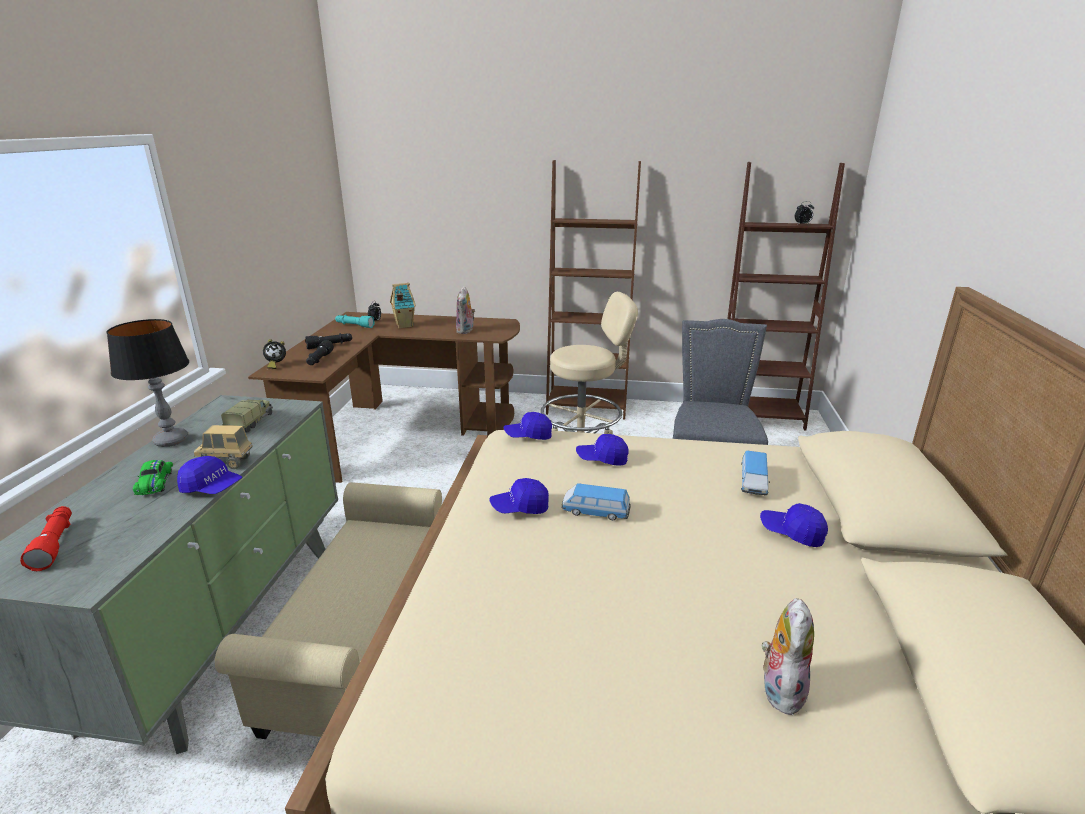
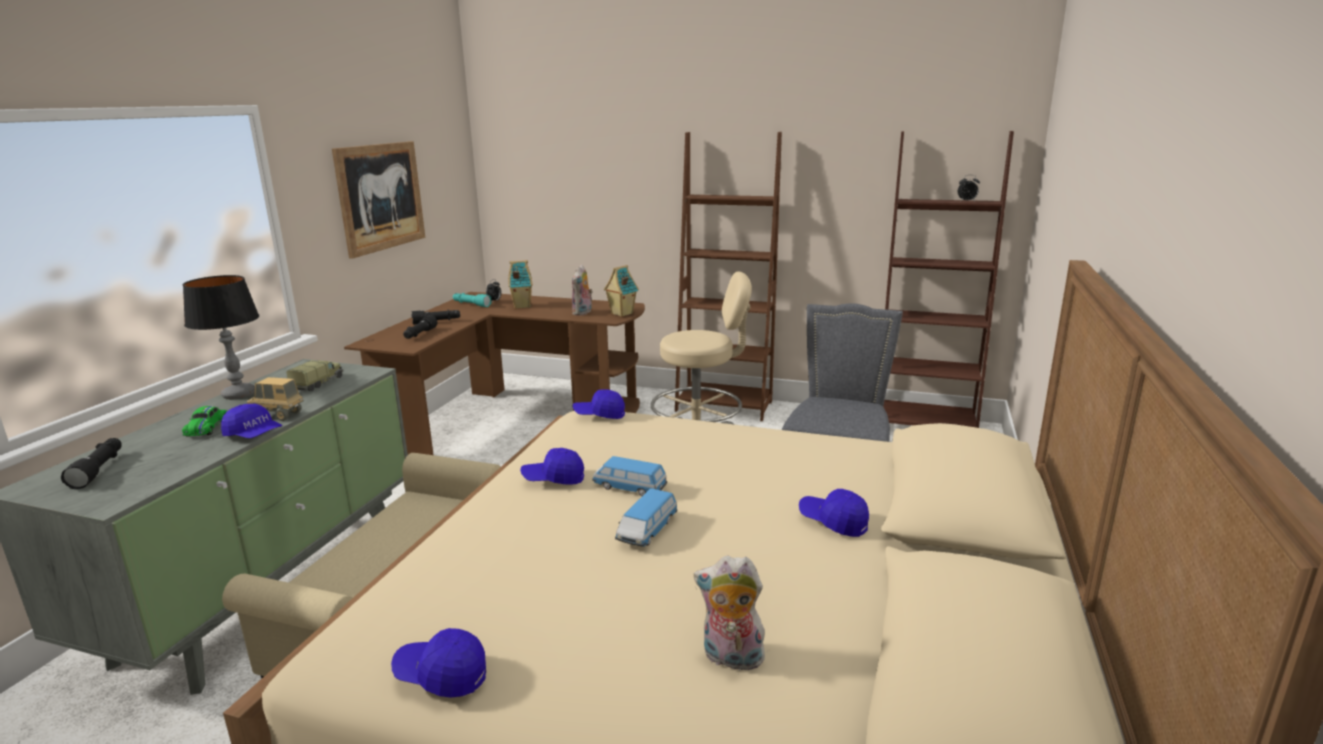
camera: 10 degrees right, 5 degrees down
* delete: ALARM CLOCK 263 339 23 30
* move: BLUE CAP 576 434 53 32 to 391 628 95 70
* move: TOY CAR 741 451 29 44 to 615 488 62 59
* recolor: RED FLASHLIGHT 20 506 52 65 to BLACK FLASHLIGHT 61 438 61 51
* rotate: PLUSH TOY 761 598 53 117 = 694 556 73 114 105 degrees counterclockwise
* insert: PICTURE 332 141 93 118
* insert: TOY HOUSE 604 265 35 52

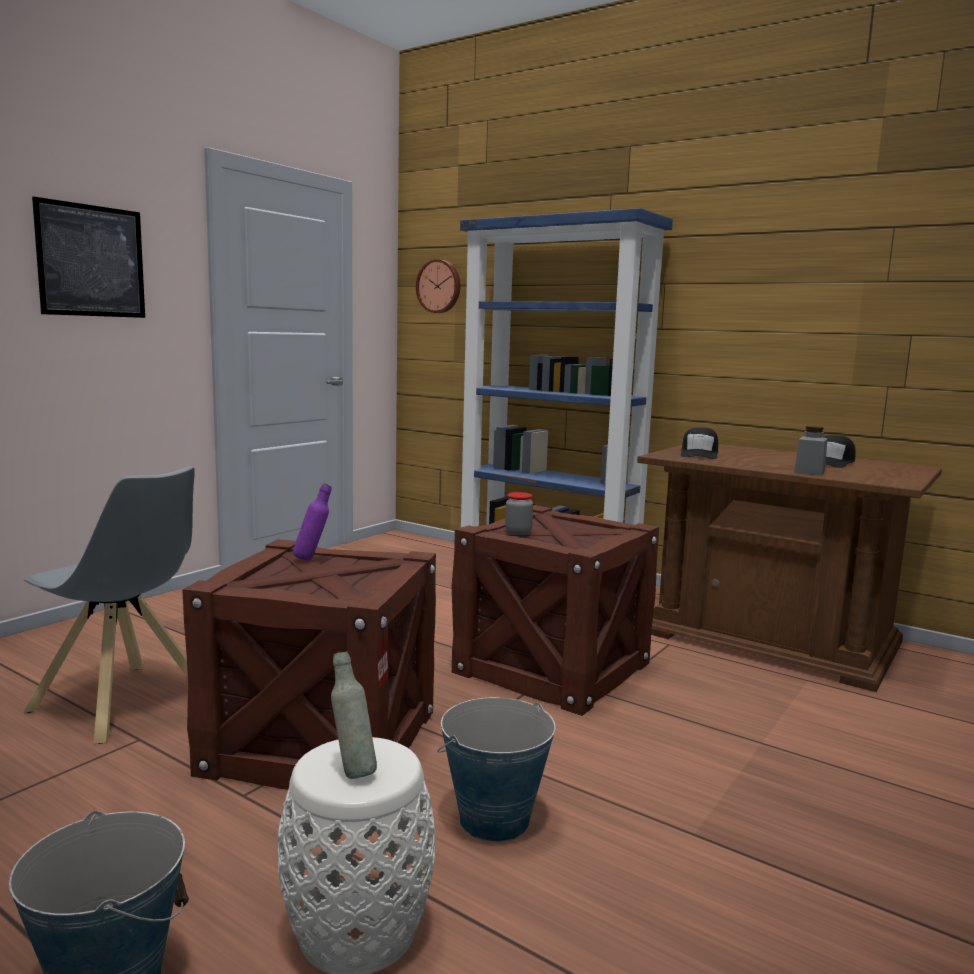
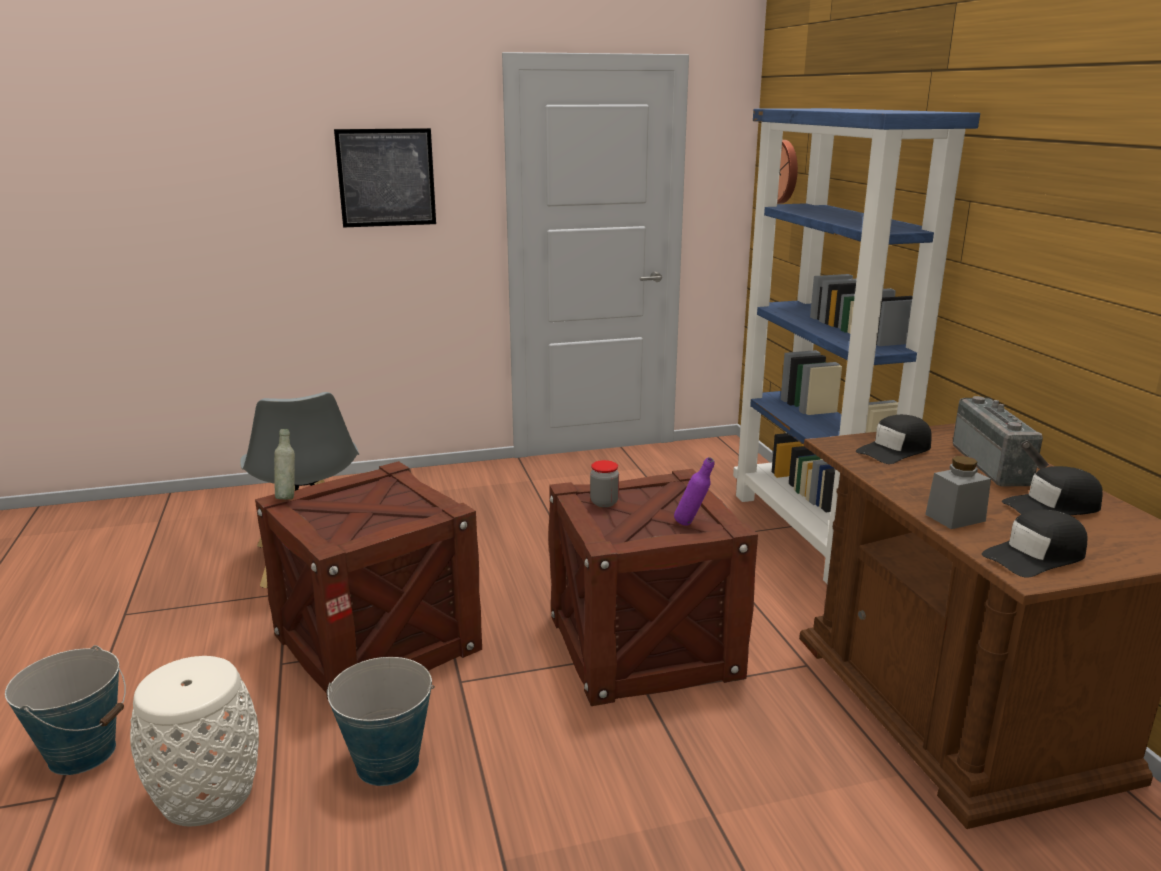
camera: 40 degrees right, 10 degrees up
* move: PURPLE BOTTLE 293 483 38 78 to 674 457 41 69
* move: GREY BOTTLE 331 651 46 128 to 274 429 21 70
* insert: RADIO 953 396 96 90
* insert: BLACK CAP 982 510 105 68

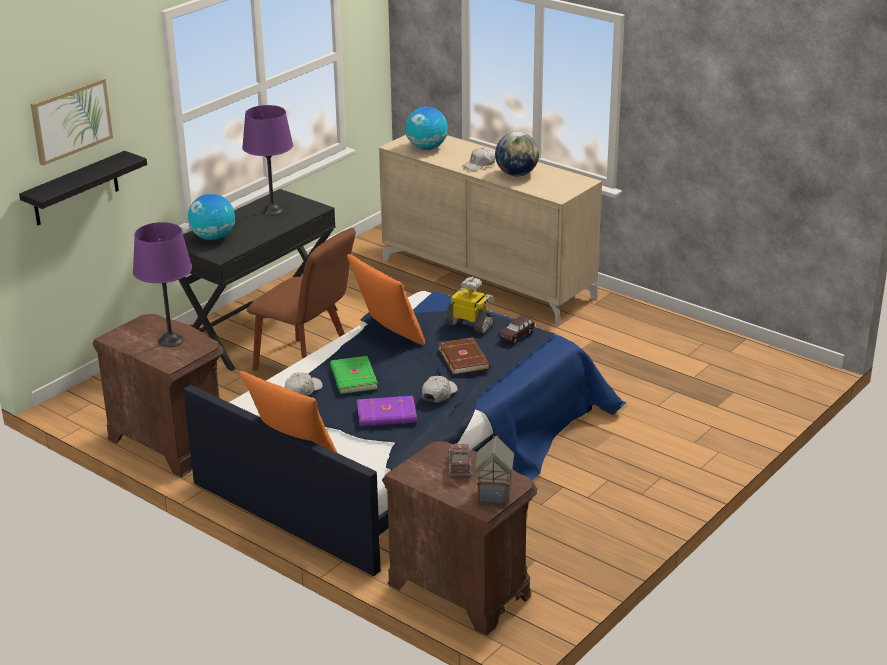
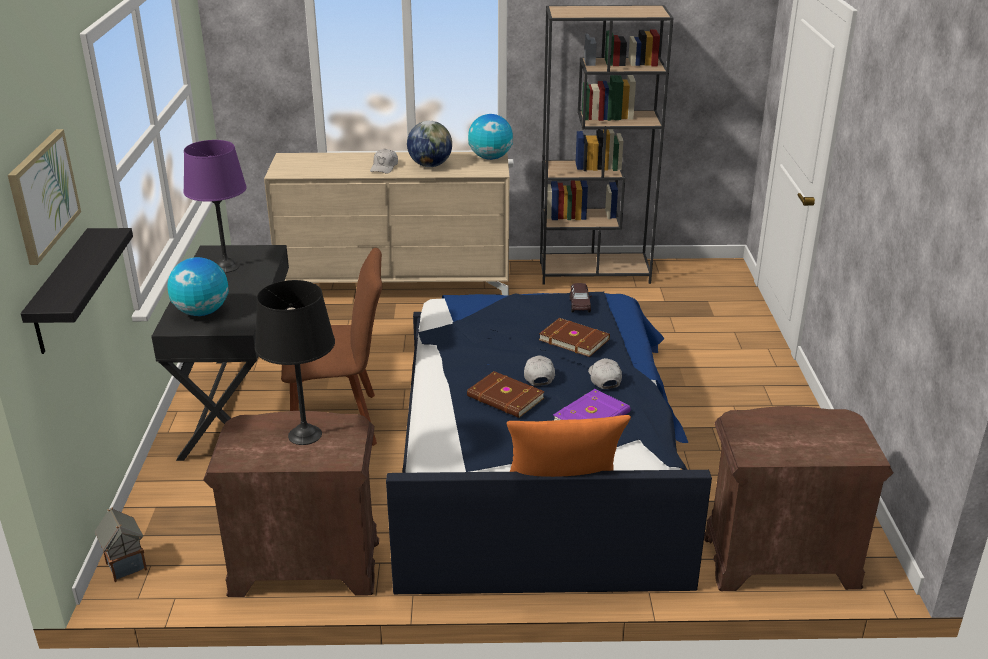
camera: 40 degrees left, 0 degrees up
* move: GLOBE 405 107 43 43 to 468 114 45 46
* recolor: PURPLE TABLE LAMP 133 222 59 125 to BLACK TABLE LAMP 255 280 80 165
* delete: ORANGE PILLOW 347 254 78 91
* delete: TOY ROBOT 444 277 50 56
* recolor: GREEN BOOK 330 356 48 38 to BROWN BOOK 467 371 78 47
* move: WHITE CAP 285 372 38 24 to 524 355 31 31
* move: TOY HOUSE 475 436 39 69 to 94 508 53 74
* delete: TOY TRUCK 448 443 24 33
* insert: BOOKCASE 540 5 134 279

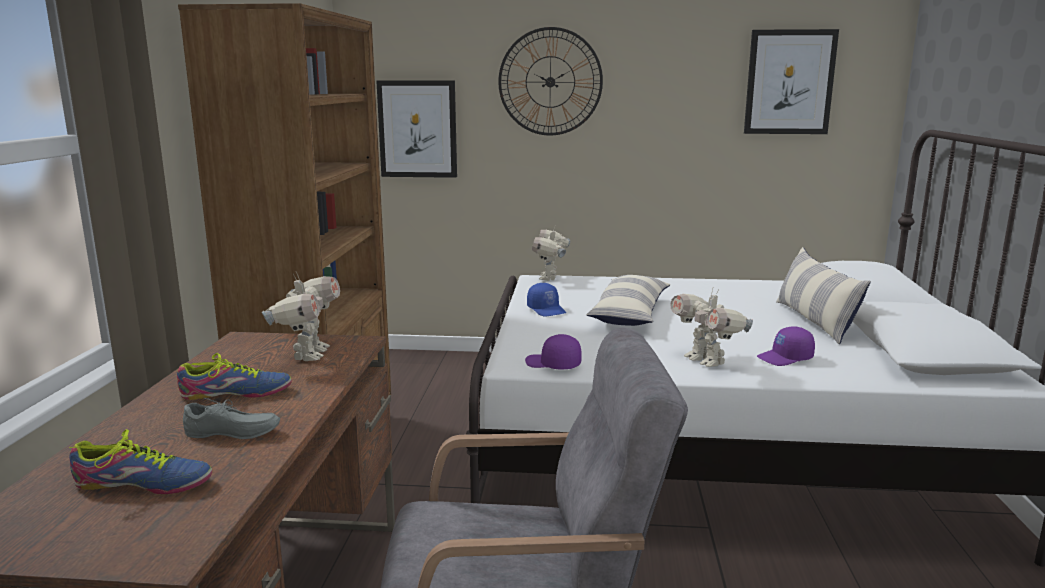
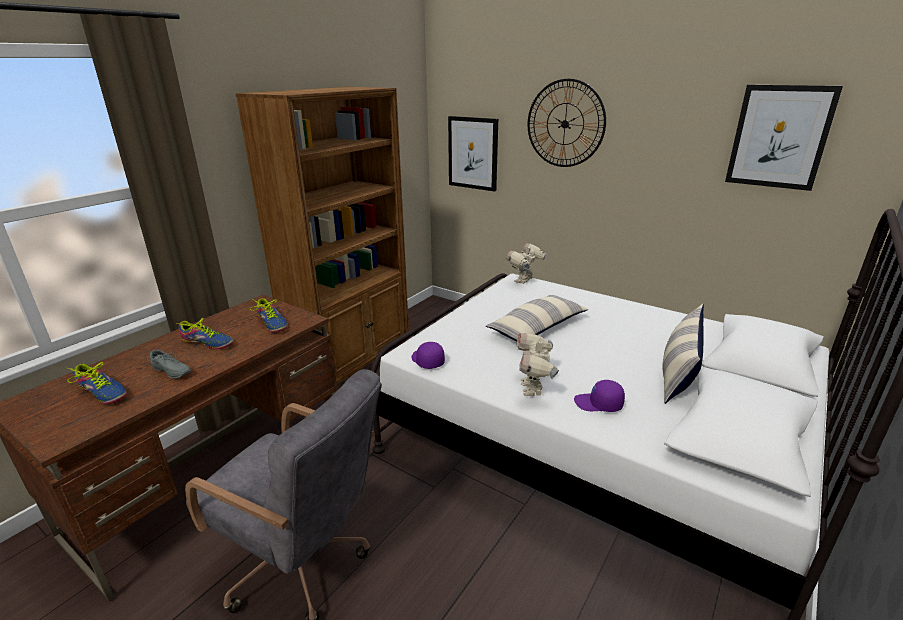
camera: 30 degrees right, 10 degrees up
* replace: TOY ROBOT 262 272 78 89 to SHOE 250 298 37 35
* delete: BLUE CAP 527 283 39 33

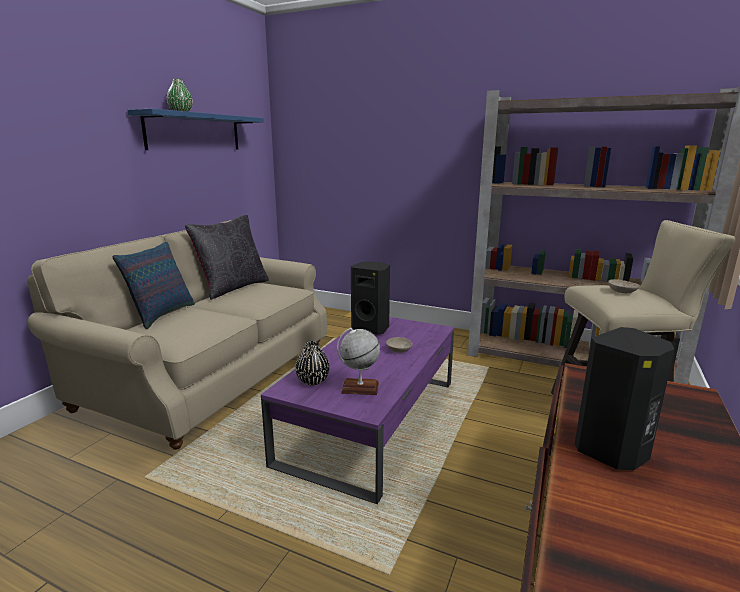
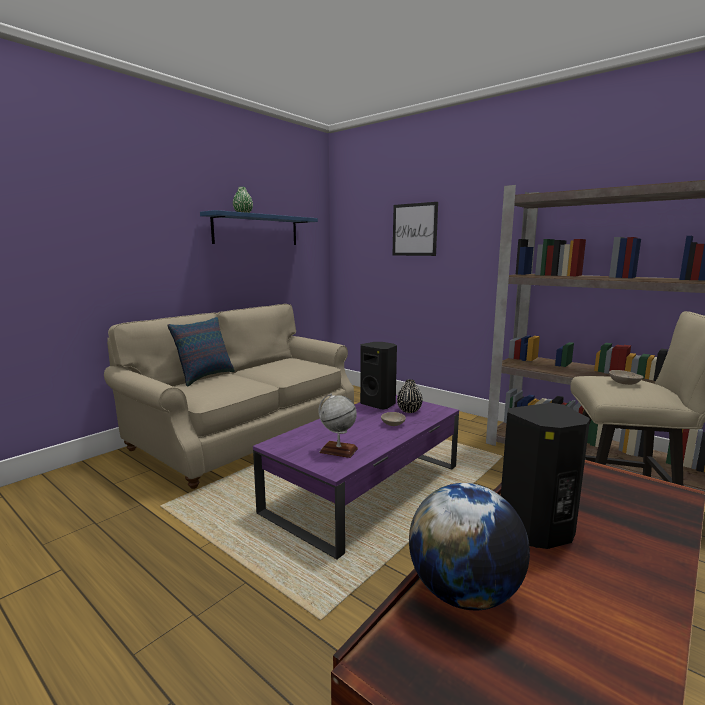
camera: 15 degrees right, 5 degrees down
* delete: BLACK PILLOW 185 215 84 85
* move: BLACK VASE 295 341 34 45 to 397 379 26 34
* insert: PICTURE 393 202 45 54
* insert: GLOBE 409 483 121 127

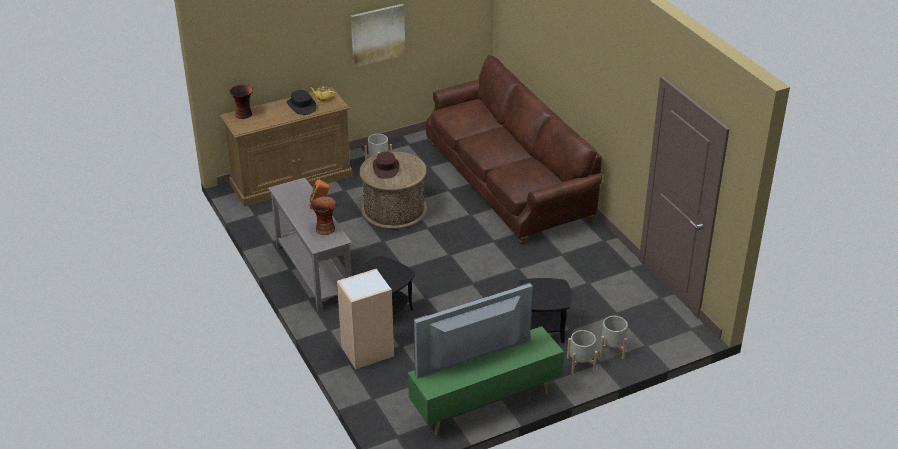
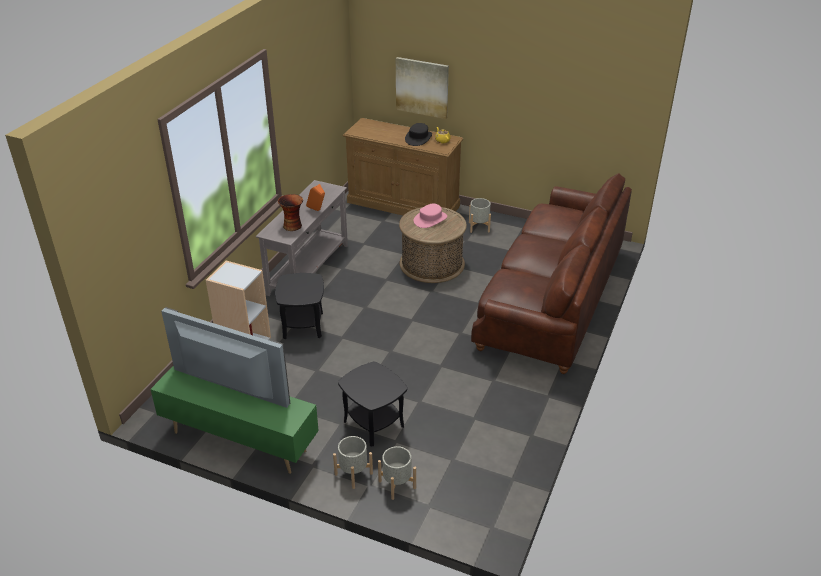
camera: 50 degrees right, 0 degrees up
* move: PICTURE 351 4 54 63 to 396 57 53 62
* delete: VASE 229 85 24 34
* recolor: BROWN HAT 373 151 26 28 to PINK HAT 414 203 33 25

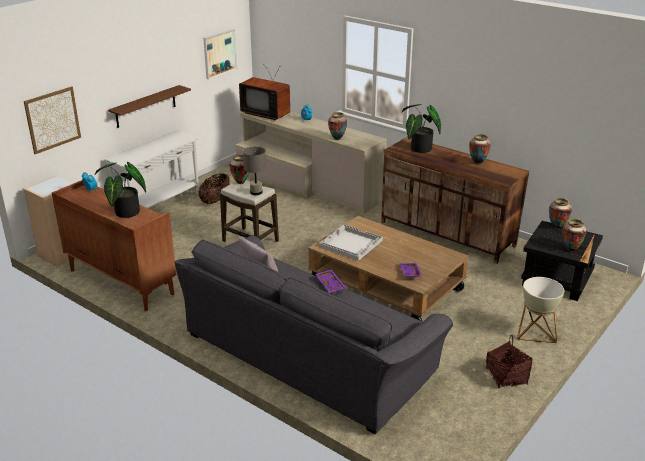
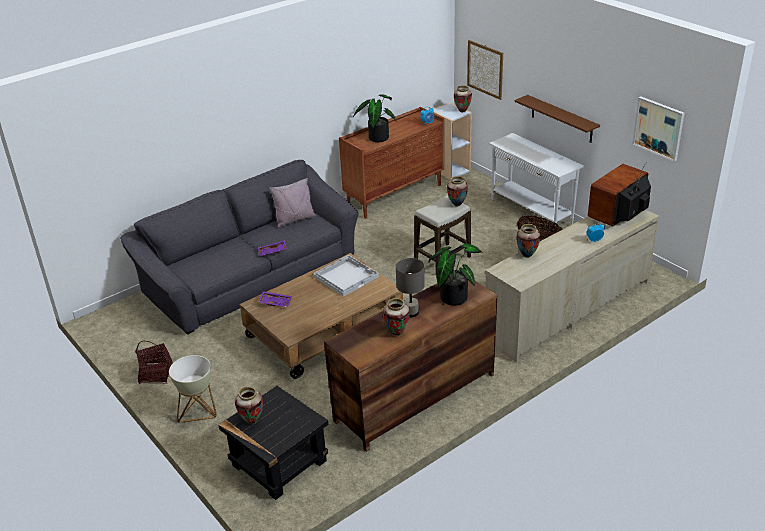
camera: 105 degrees right, 5 degrees up
* move: GREY TABLE LAMP 243 146 23 49 to 396 258 29 59
* move: VASE 549 198 23 31 to 454 85 18 27

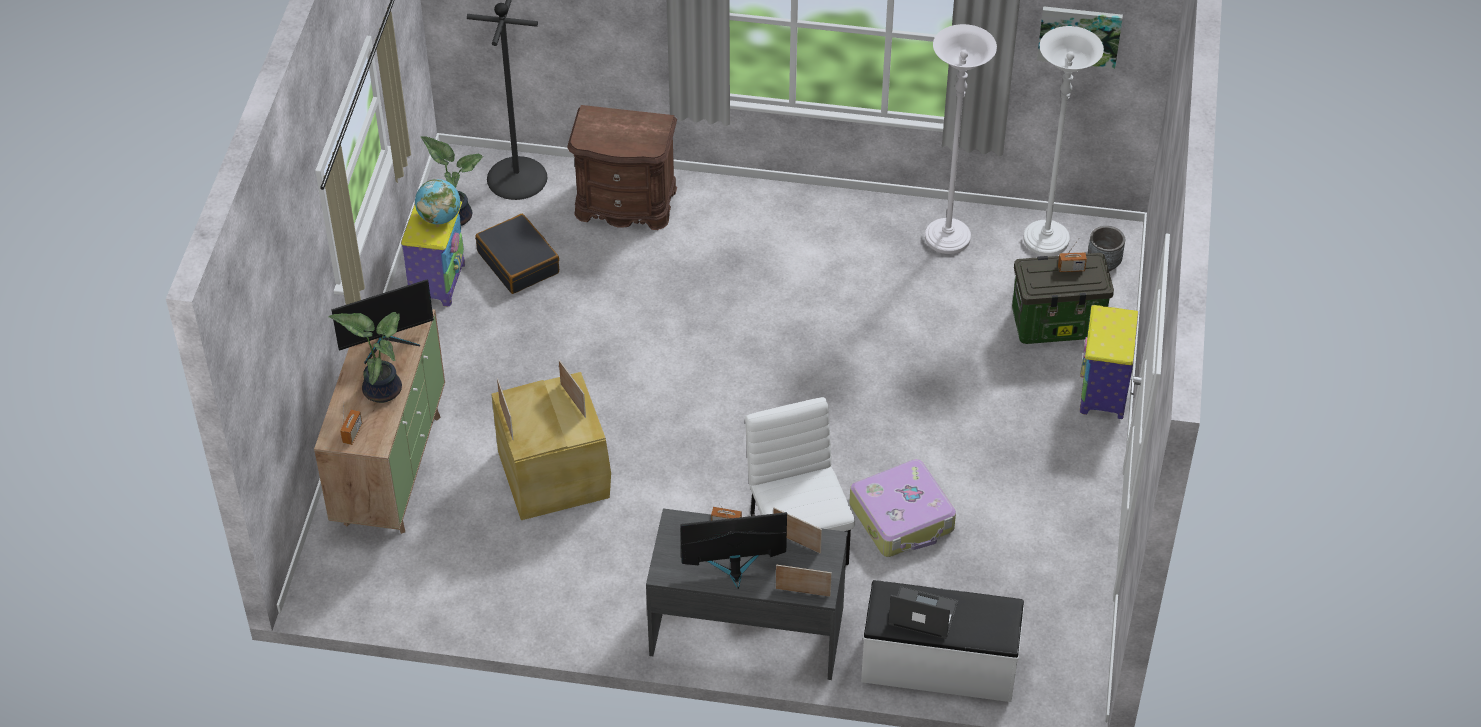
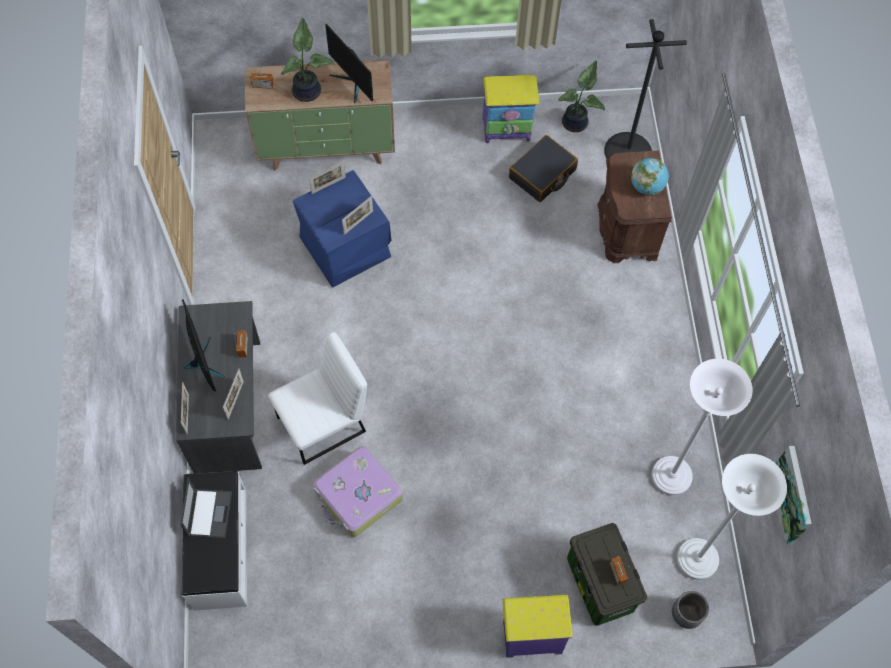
camera: 75 degrees right, 15 degrees up
* move: GLOBE 415 179 46 45 to 631 158 38 37
* recolor: BEIGE STORAGE BOX 491 372 120 148 to BLUE STORAGE BOX 293 170 99 118

